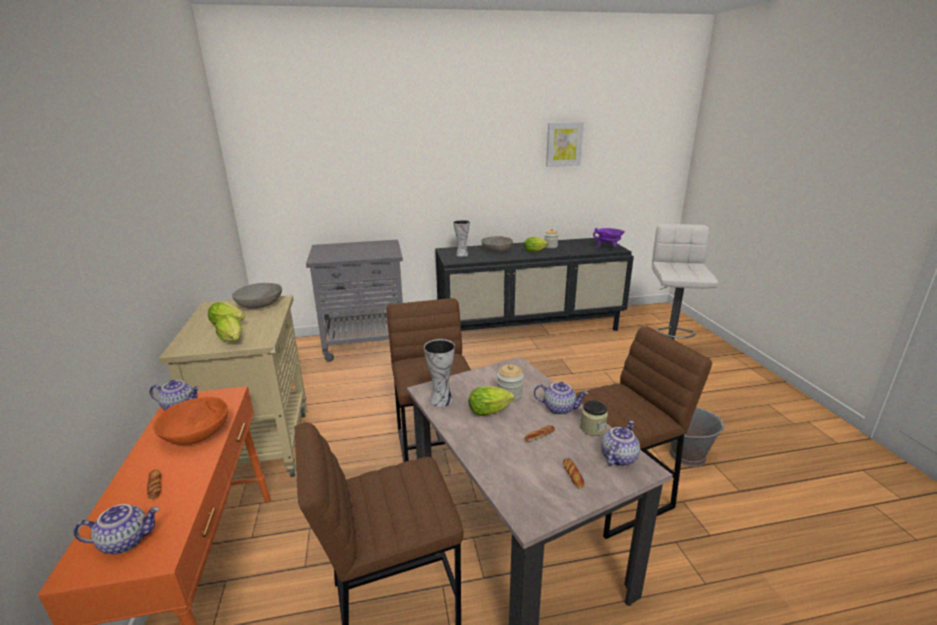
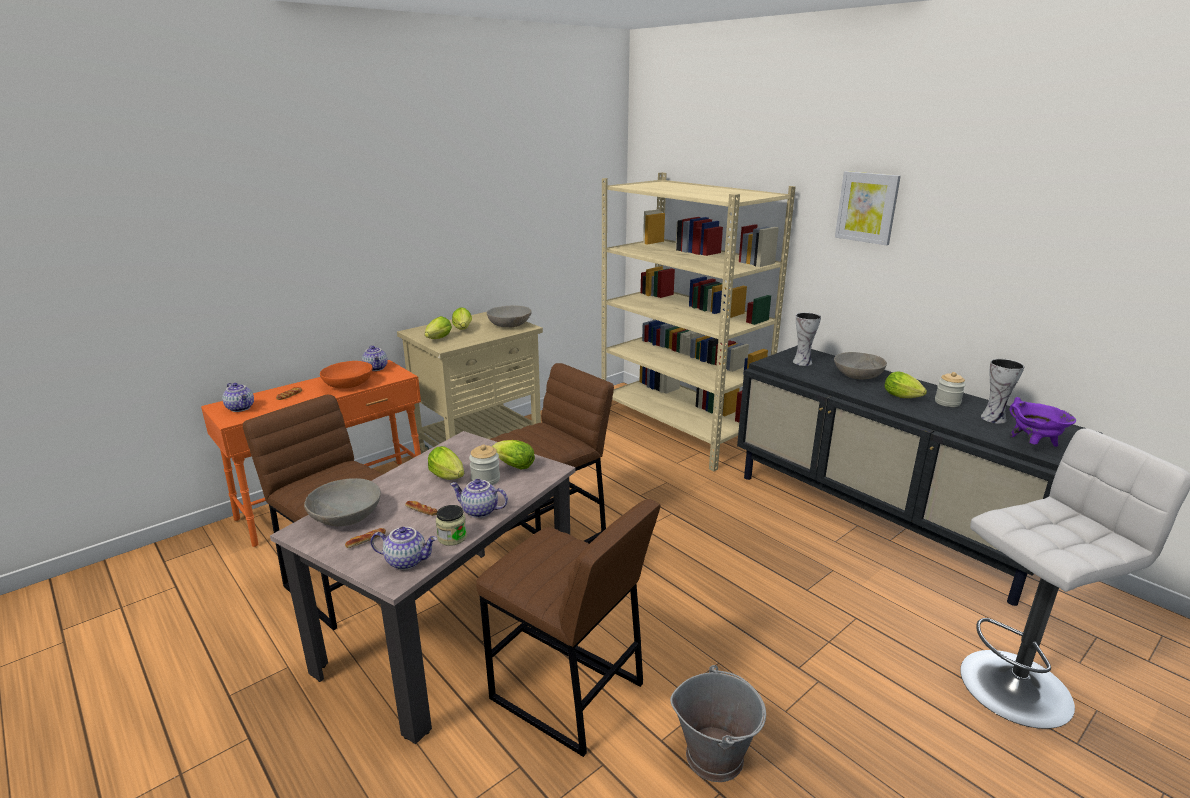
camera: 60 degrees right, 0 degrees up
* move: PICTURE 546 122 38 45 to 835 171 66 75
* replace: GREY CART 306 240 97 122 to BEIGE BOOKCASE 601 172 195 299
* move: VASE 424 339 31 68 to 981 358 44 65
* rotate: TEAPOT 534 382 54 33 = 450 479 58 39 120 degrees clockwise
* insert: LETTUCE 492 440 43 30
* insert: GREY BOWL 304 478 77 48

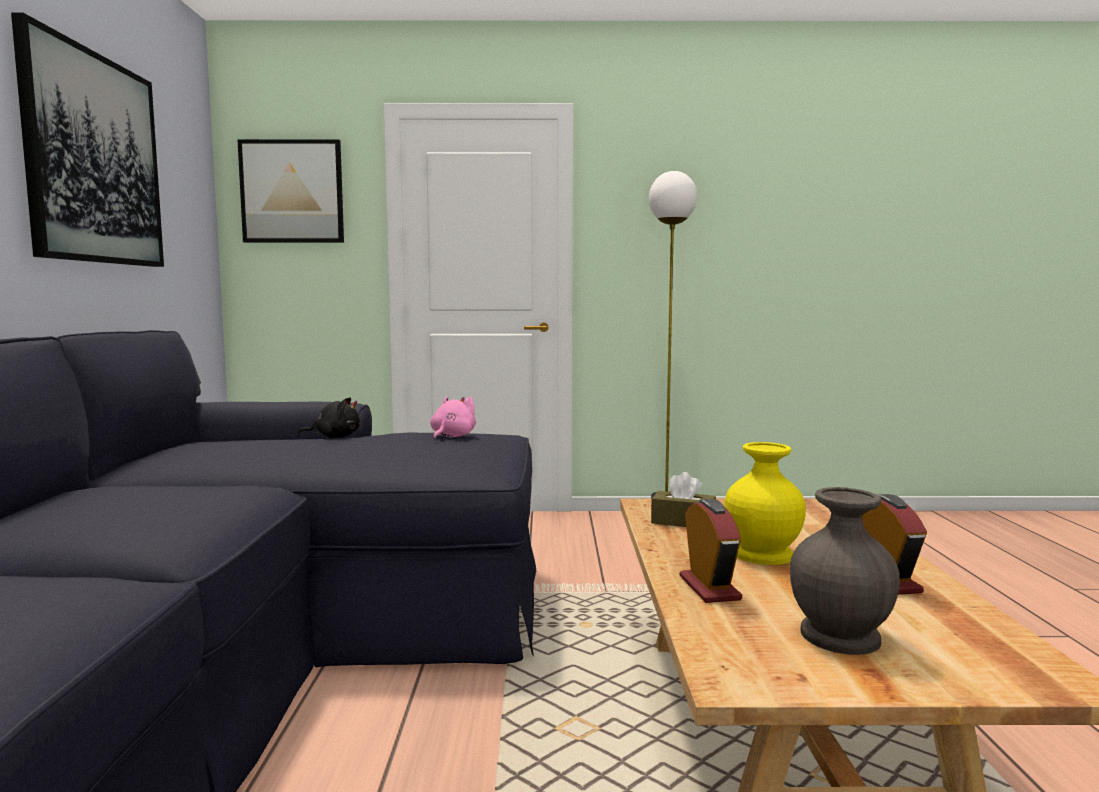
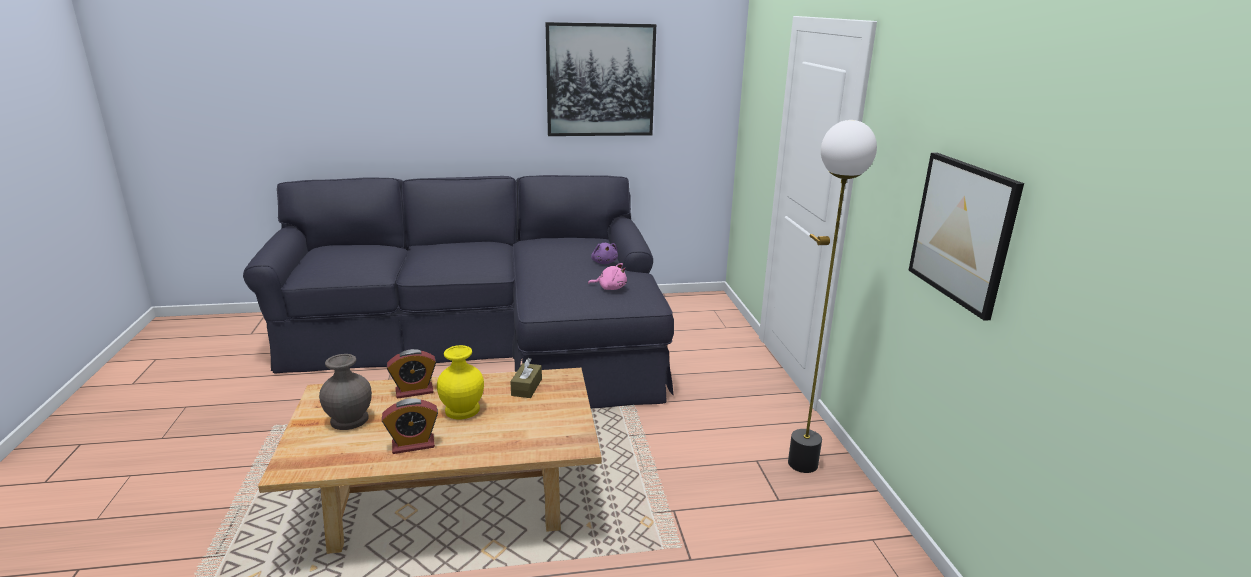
camera: 80 degrees right, 15 degrees up
* move: PICTURE 237 139 107 104 to 908 153 116 168
* recolor: BLACK PLUSH TOY 297 398 63 40 to PURPLE PLUSH TOY 591 243 27 21

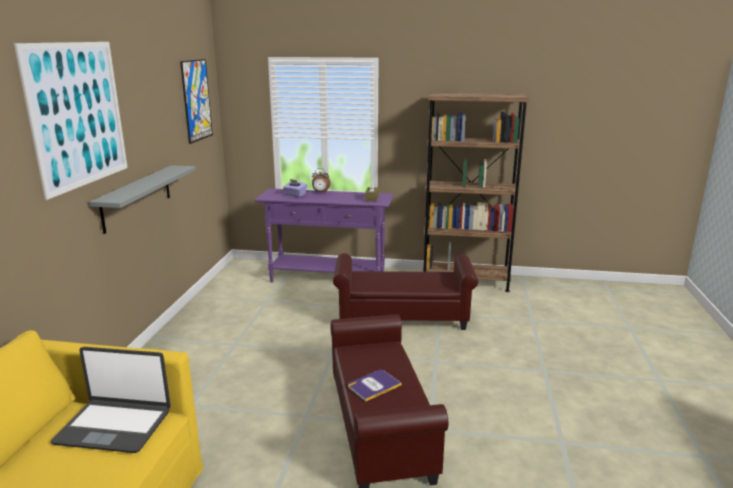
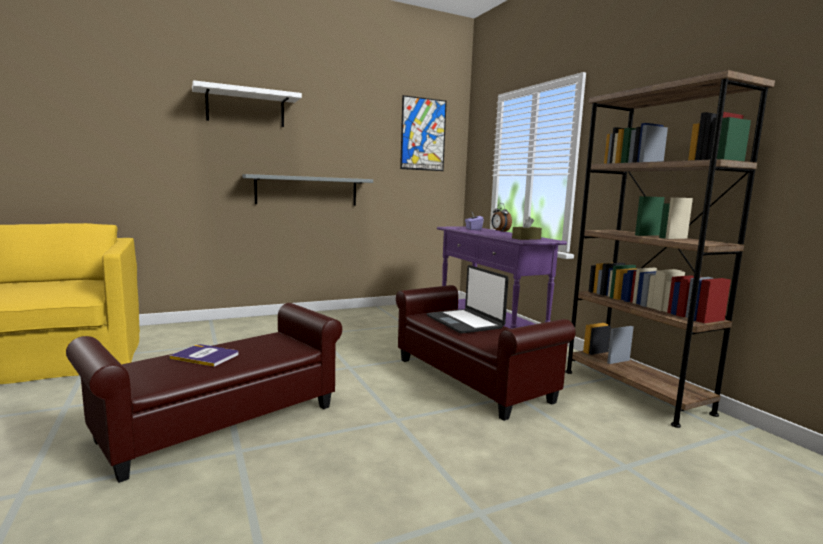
camera: 55 degrees right, 10 degrees down
* replace: PICTURE 14 42 114 158 to WHITE SHELF 192 80 110 47
* move: LAPTOP 51 347 119 106 to 426 265 82 69

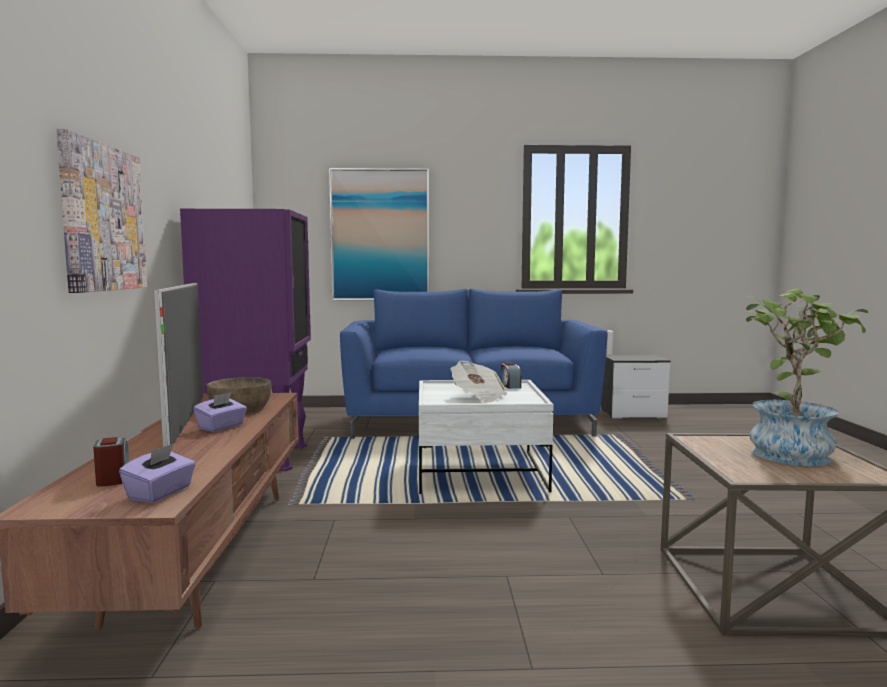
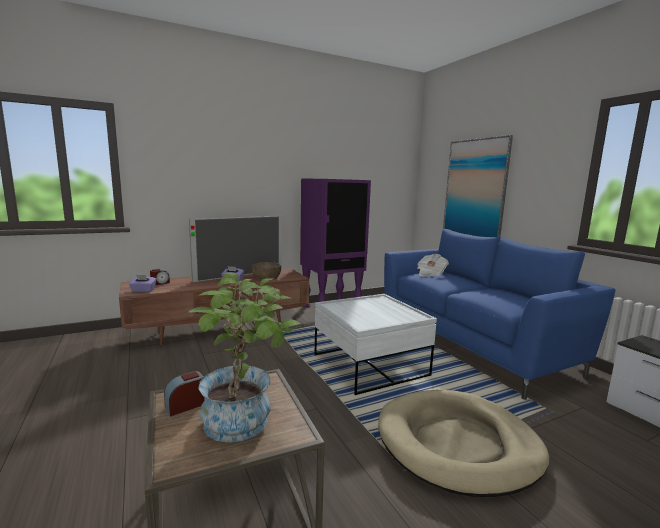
camera: 65 degrees right, 5 degrees up
* delete: PICTURE 56 129 91 164
* move: NEWSPAPER 450 361 57 42 to 417 254 32 23
* move: ALARM CLOCK 501 362 20 27 to 164 371 41 45
* insert: BEIGE DOG BED 378 390 171 107

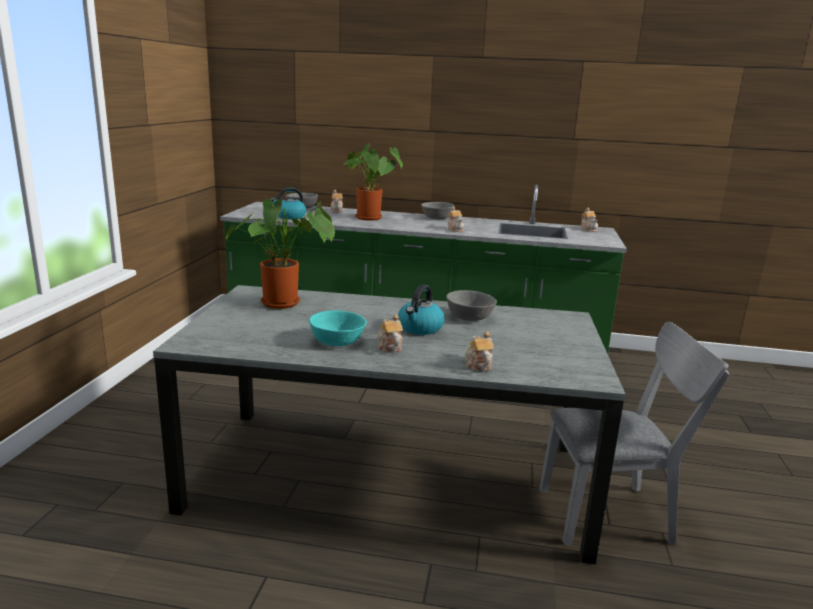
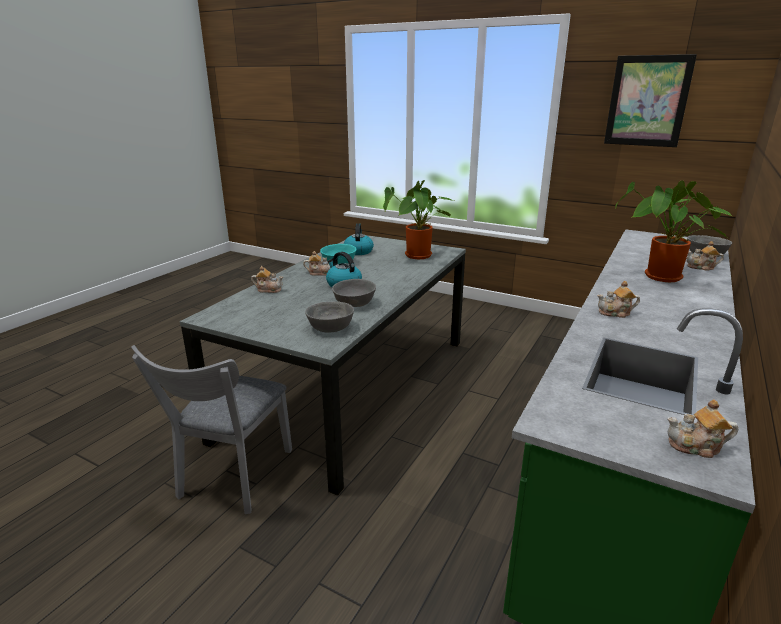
camera: 110 degrees right, 5 degrees up
* move: KETTLE 271 188 35 31 to 344 223 30 32
* move: GREY BOWL 421 202 34 17 to 305 301 49 32
* insert: PICTURE 604 54 93 93

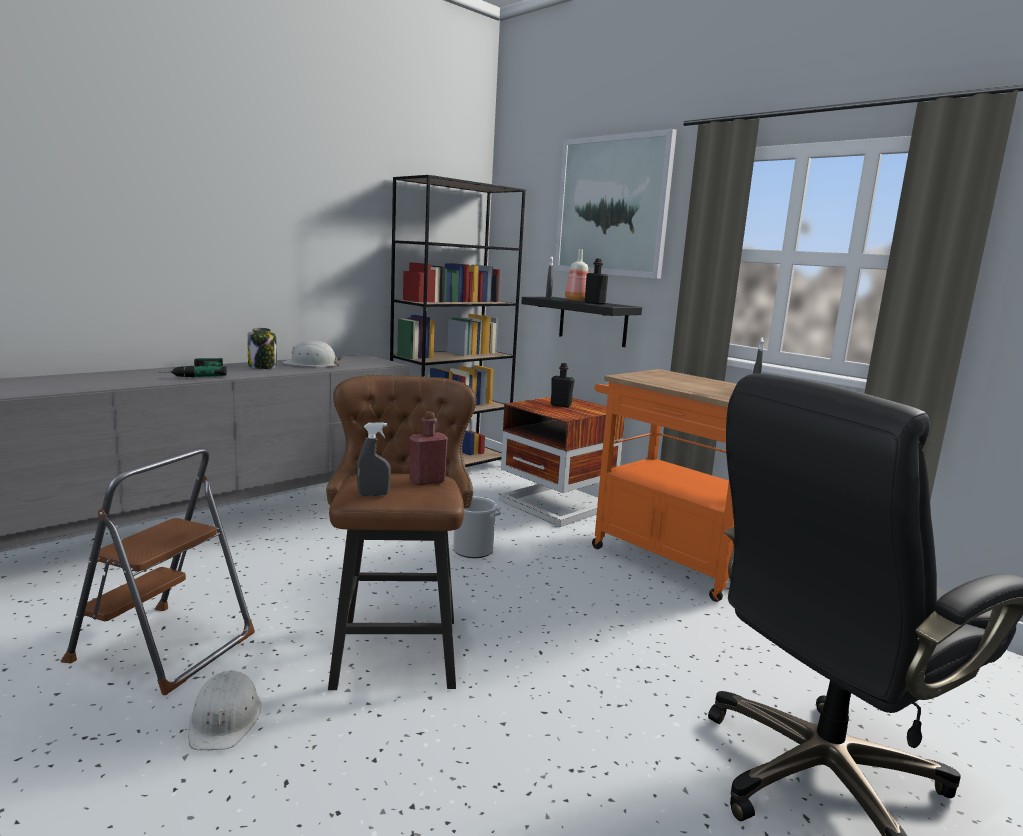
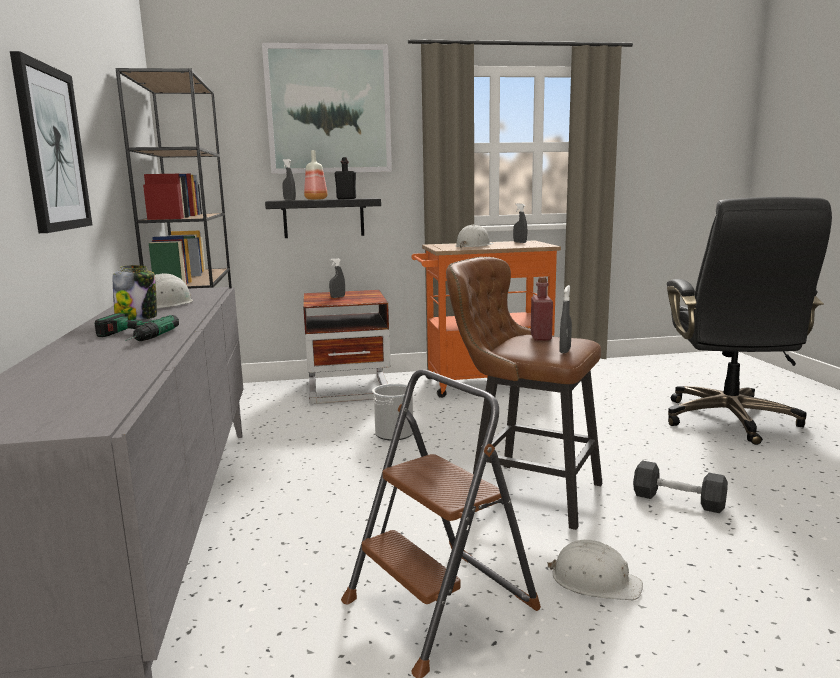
camera: 55 degrees left, 0 degrees up
* replace: BLACK BOTTLE 551 363 23 44 to GREY SPRAY BOTTLE 329 258 16 40
* insert: PICTURE 10 51 82 182
* insert: WHITE HARD HAT 455 225 39 24
* insert: GREY DUMBBELL 633 460 95 53

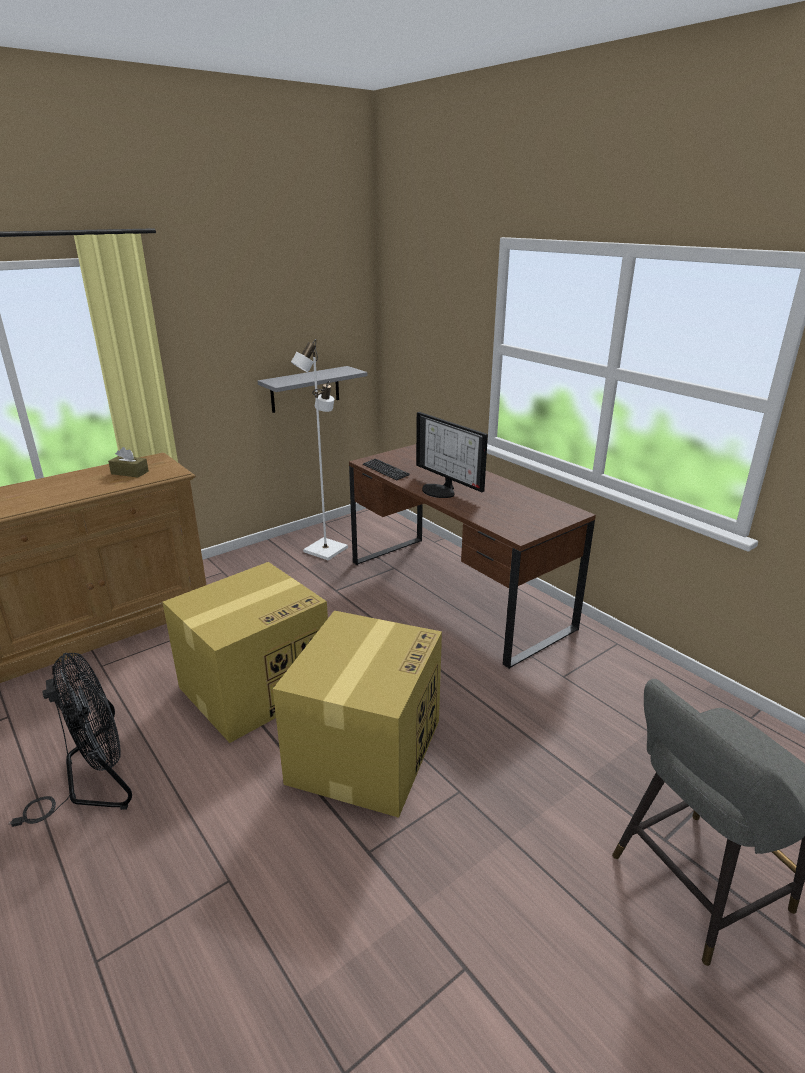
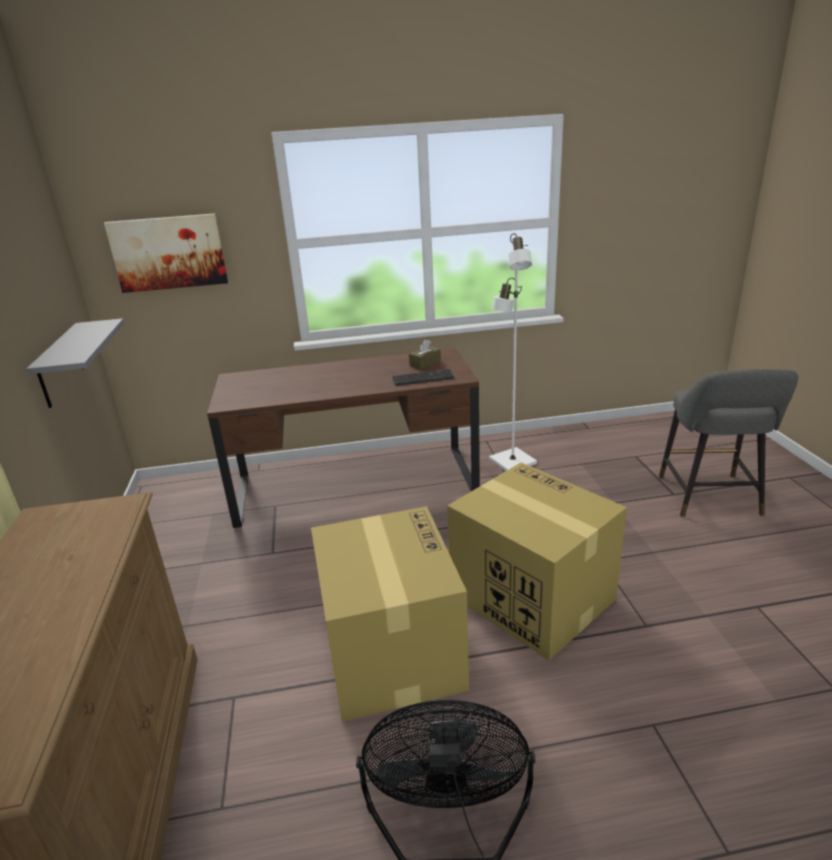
camera: 60 degrees left, 0 degrees up
* move: WHITE FLOOR LAMP 291 339 57 221 to 489 233 48 238
* delete: MONITOR 416 412 72 86
* move: BROWN TISSUE BOX 108 447 41 31 to 409 339 32 30
* move: KEYBOARD 363 458 47 22 to 392 369 62 17
* insert: PICTURE 104 213 124 80

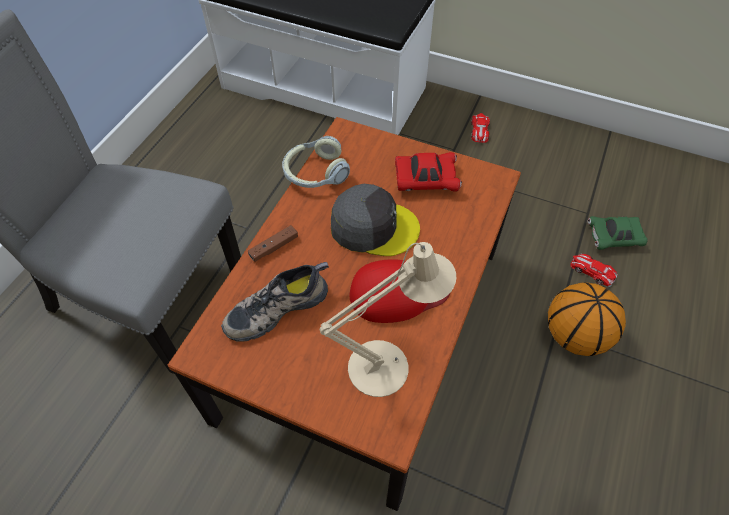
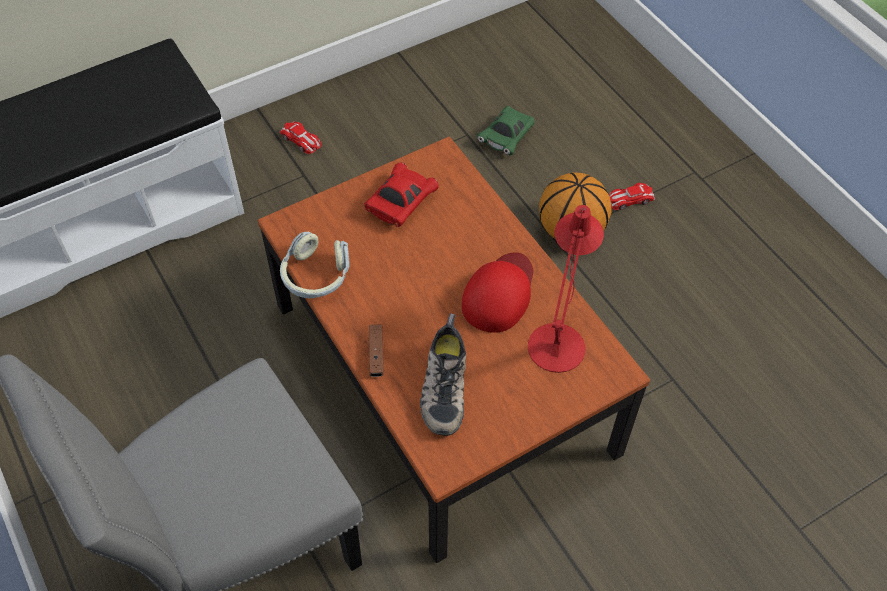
camera: 55 degrees left, 0 degrees up
* delete: GREY CAP 331 184 89 72
* recolor: BEIGE TABLE LAMP 319 242 137 155 to RED TABLE LAMP 528 205 76 168
* move: TOY CAR 570 253 48 34 to 609 183 46 27

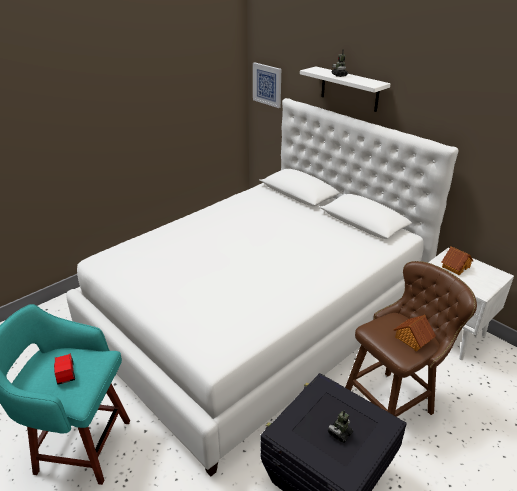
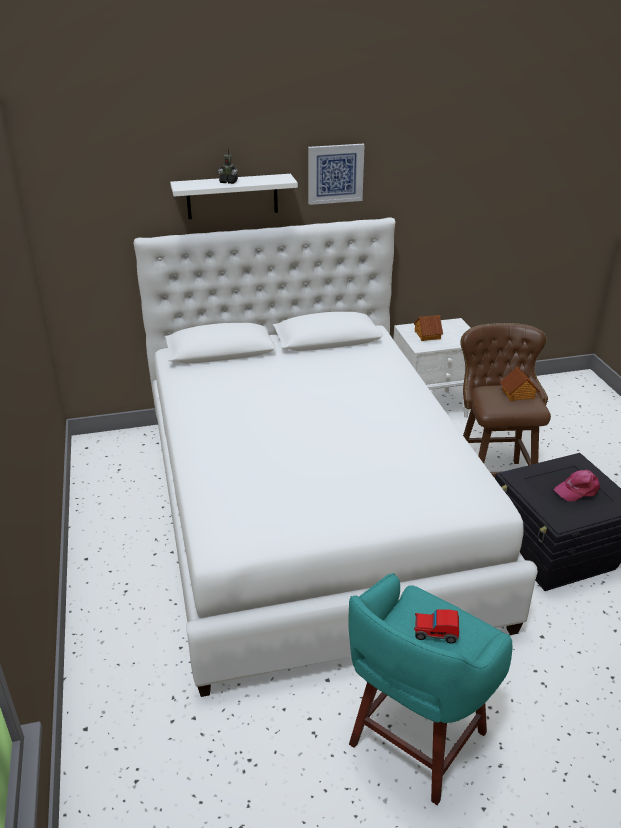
camera: 60 degrees left, 0 degrees up
* move: PICTURE 253 62 28 46 to 308 144 57 61
* replace: TOY ROBOT 328 410 25 32 to PINK CAP 554 470 46 32

